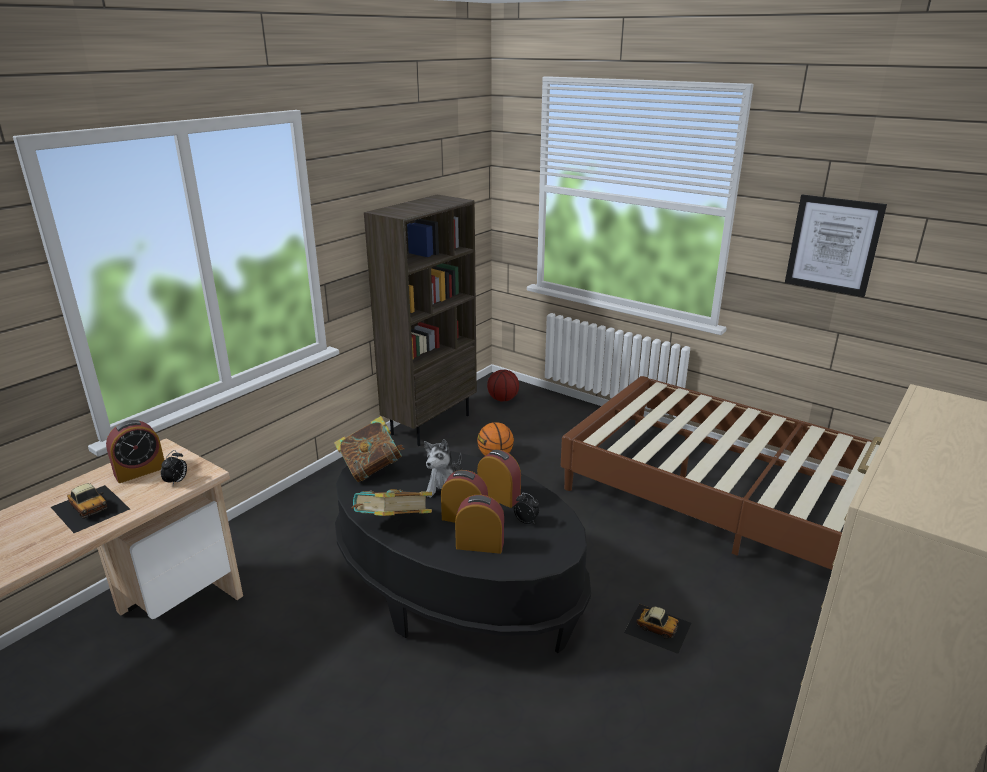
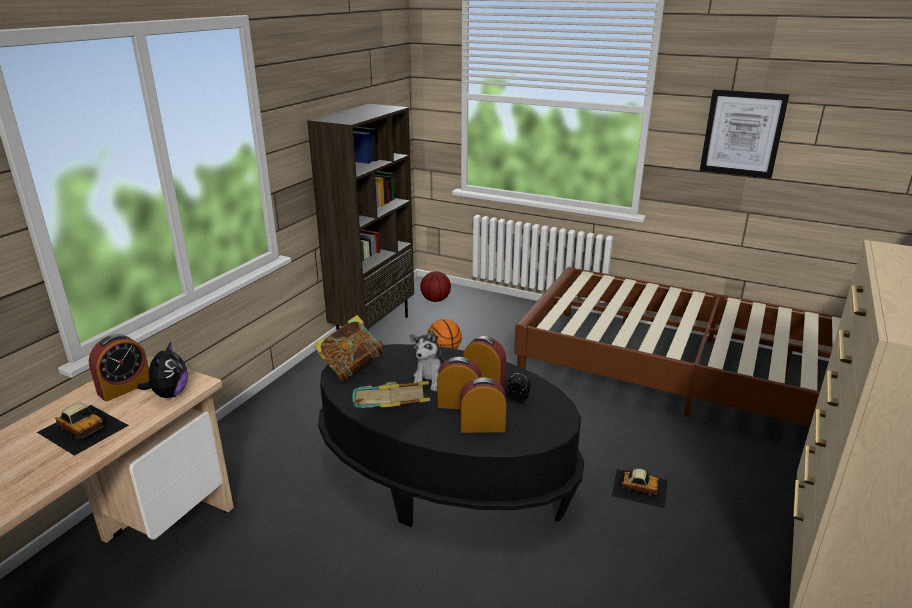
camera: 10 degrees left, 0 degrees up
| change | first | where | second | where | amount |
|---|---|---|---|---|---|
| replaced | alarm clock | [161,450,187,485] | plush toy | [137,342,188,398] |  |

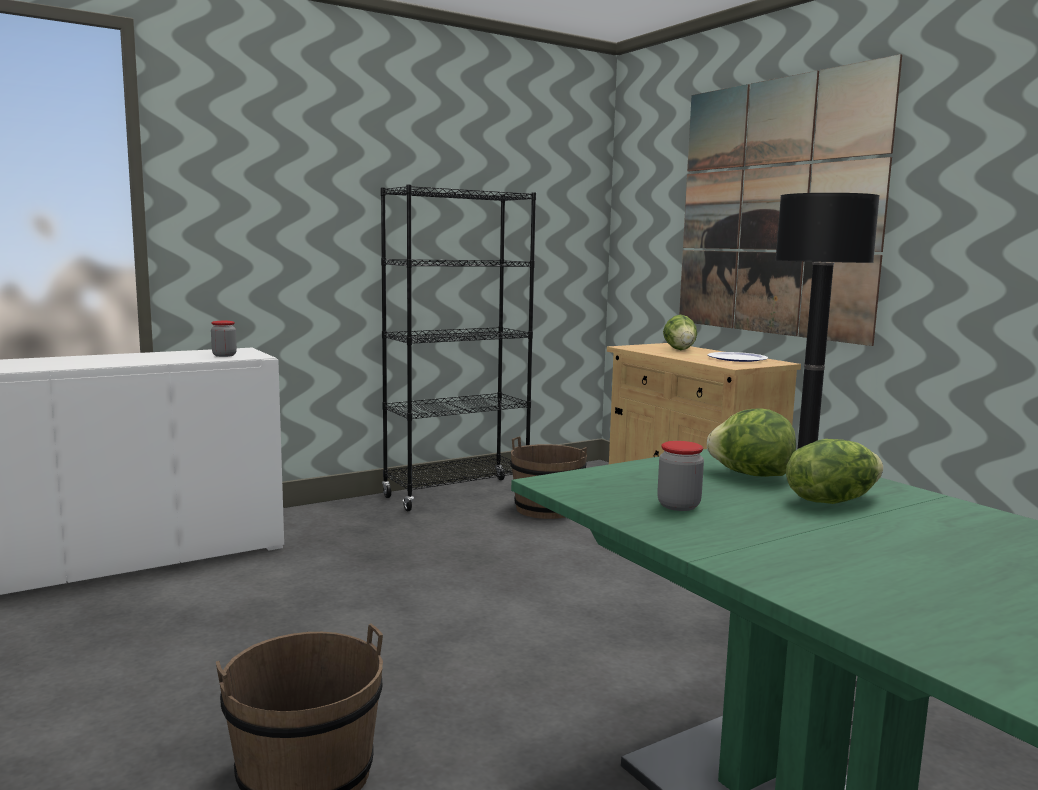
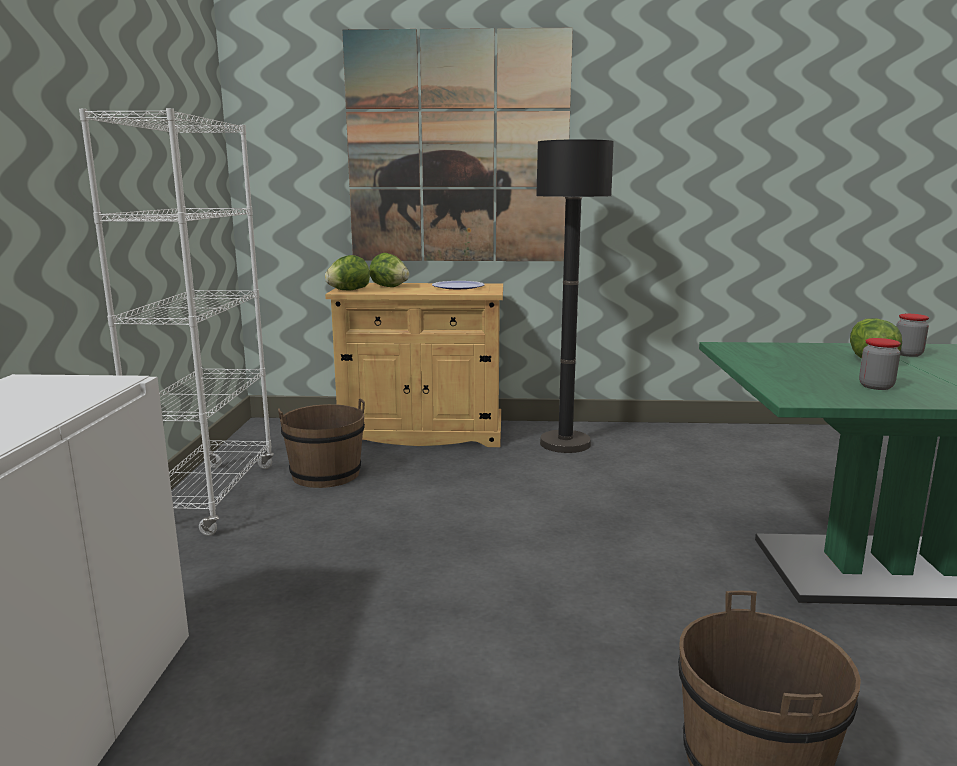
camera: 55 degrees left, 5 degrees up
| change | first | where | second | where | amount |
|---|---|---|---|---|---|
| recoloured | bookcase/black | [381,185,536,511] | bookcase/white | [79,108,274,536] |  |
| moved | jar | [211,321,237,357] |  | [896,314,929,357] |  |
| moved | lettuce | [707,408,796,477] |  | [325,255,370,290] |  |

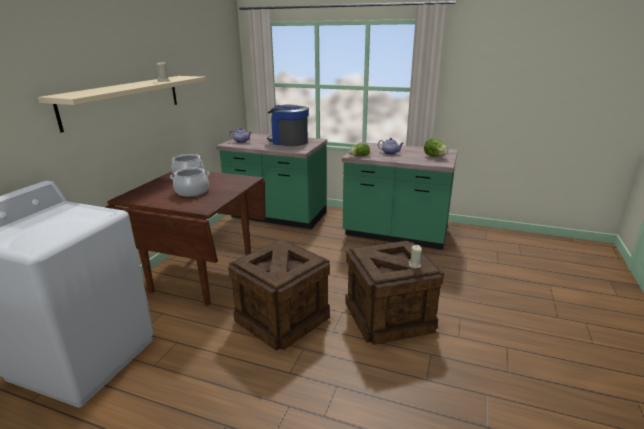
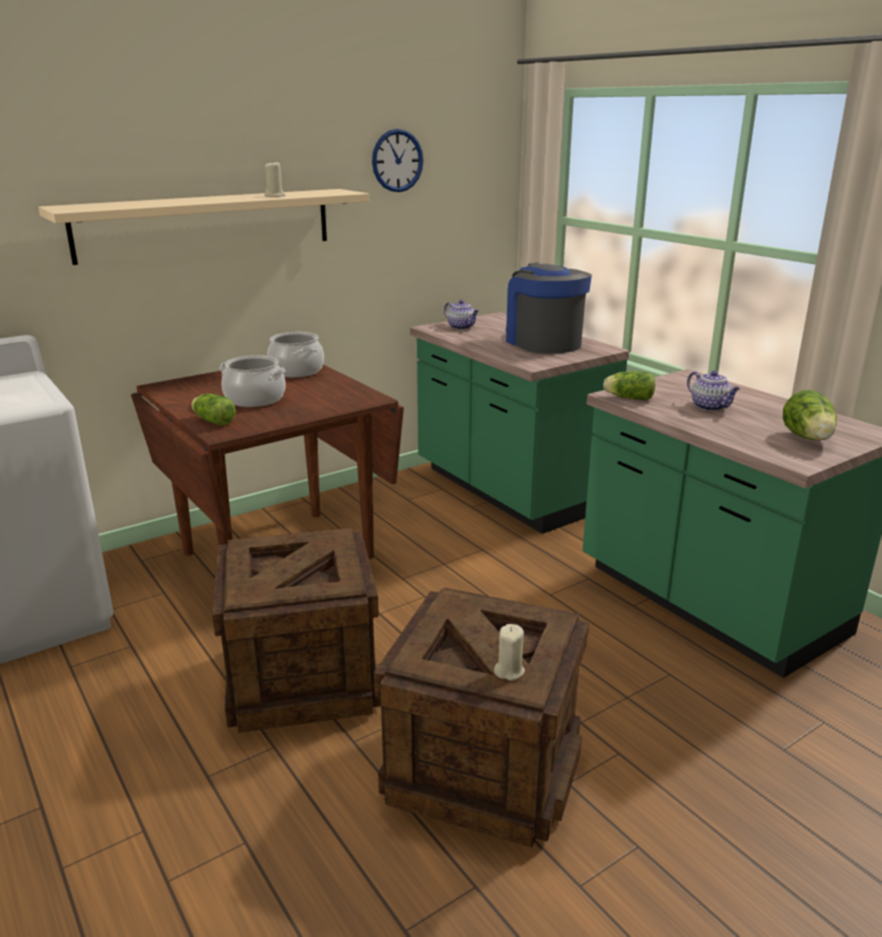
camera: 35 degrees right, 0 degrees up
| change | first | where | second | where | amount |
|---|---|---|---|---|---|
| added |  |  | wall clock | [372,129,423,192] |  |
| added |  |  | lettuce | [192,394,236,426] |  |

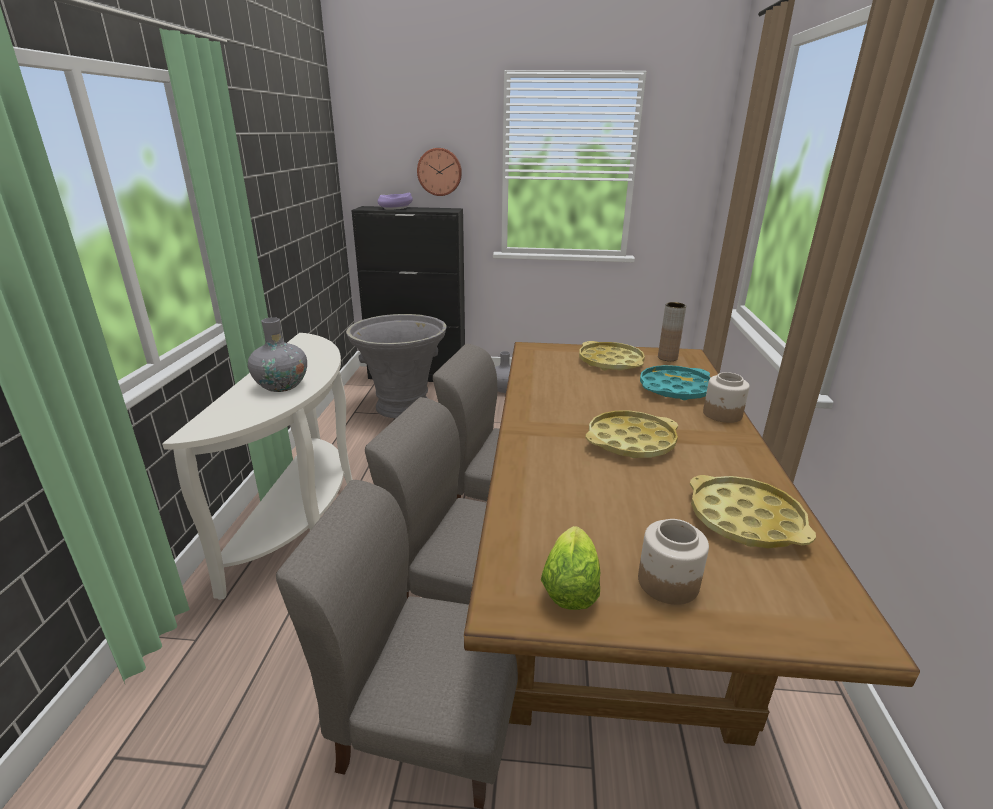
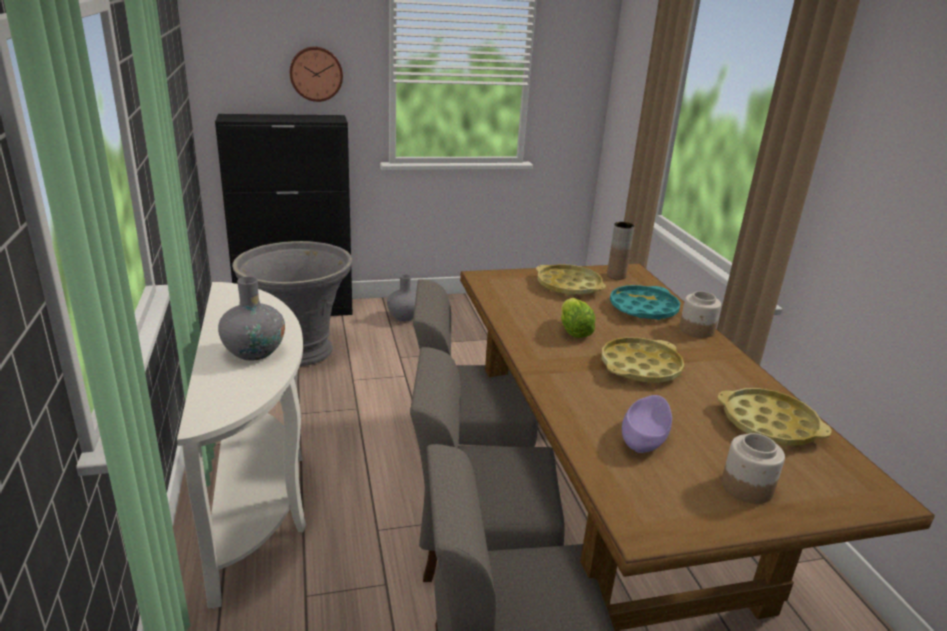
camera: 20 degrees left, 0 degrees up
| change | first | where | second | where | amount |
|---|---|---|---|---|---|
| moved | bowl/purple | [377,193,413,210] |  | [622,395,672,453] |  |
| moved | lettuce | [541,526,600,610] |  | [561,298,596,338] |  |

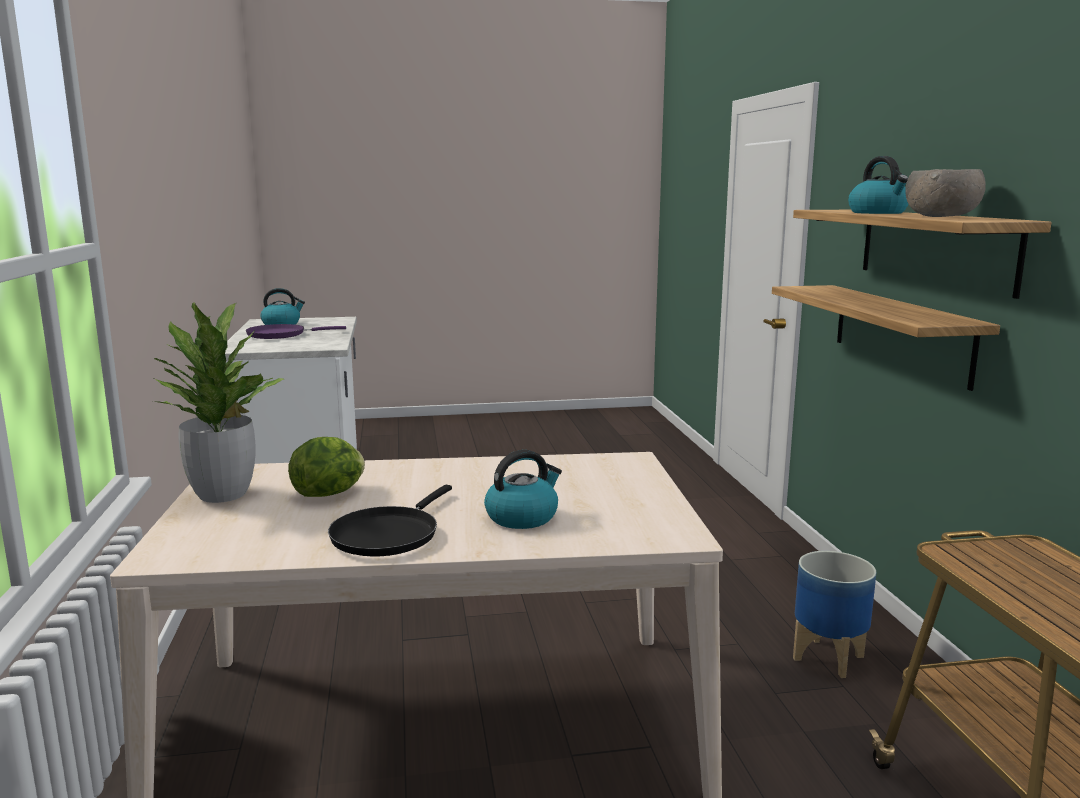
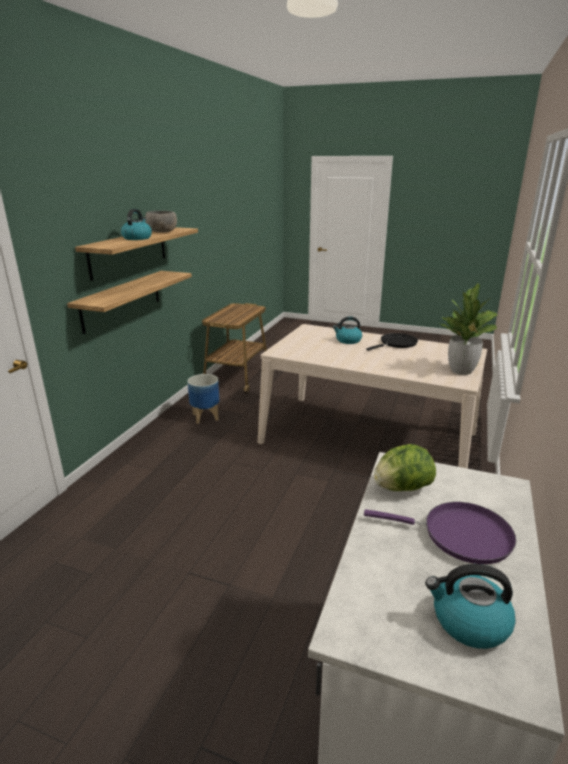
camera: 150 degrees left, 10 degrees up
| change | first | where | second | where | amount |
|---|---|---|---|---|---|
| moved | lettuce | [288,437,365,497] |  | [374,444,436,491] |  |

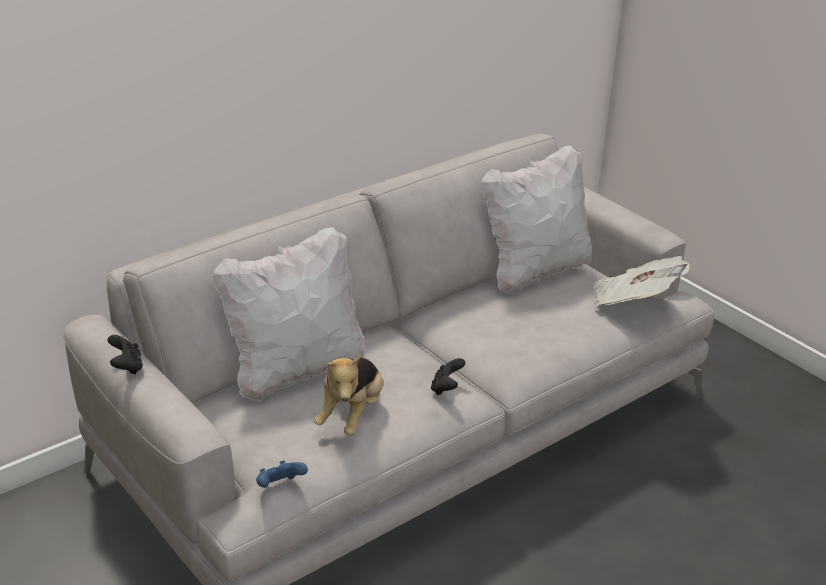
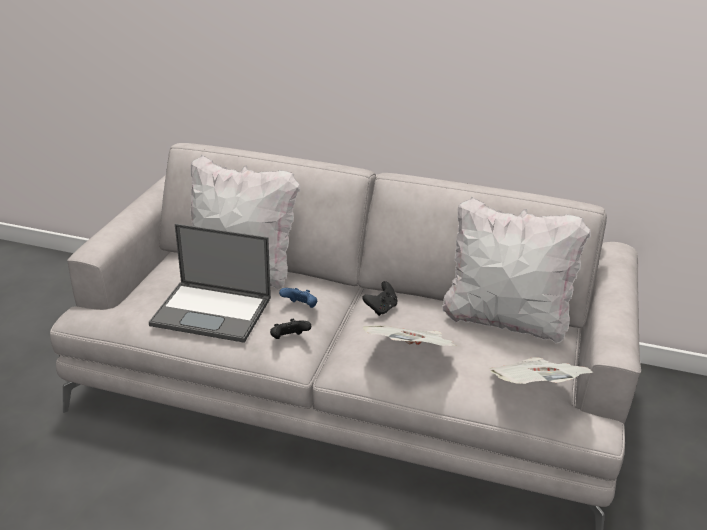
camera: 55 degrees right, 0 degrees up
| change | first | where | second | where | amount |
|---|---|---|---|---|---|
| moved | game controller/black | [107,335,143,375] |  | [362,281,397,316] |  |
| replaced | plush toy | [314,355,384,436] | laptop | [149,224,271,343] |  |
| moved | game controller/blue | [256,460,308,488] |  | [279,288,317,308] |  |
| added |  |  | newspaper | [363,325,457,346] |  |

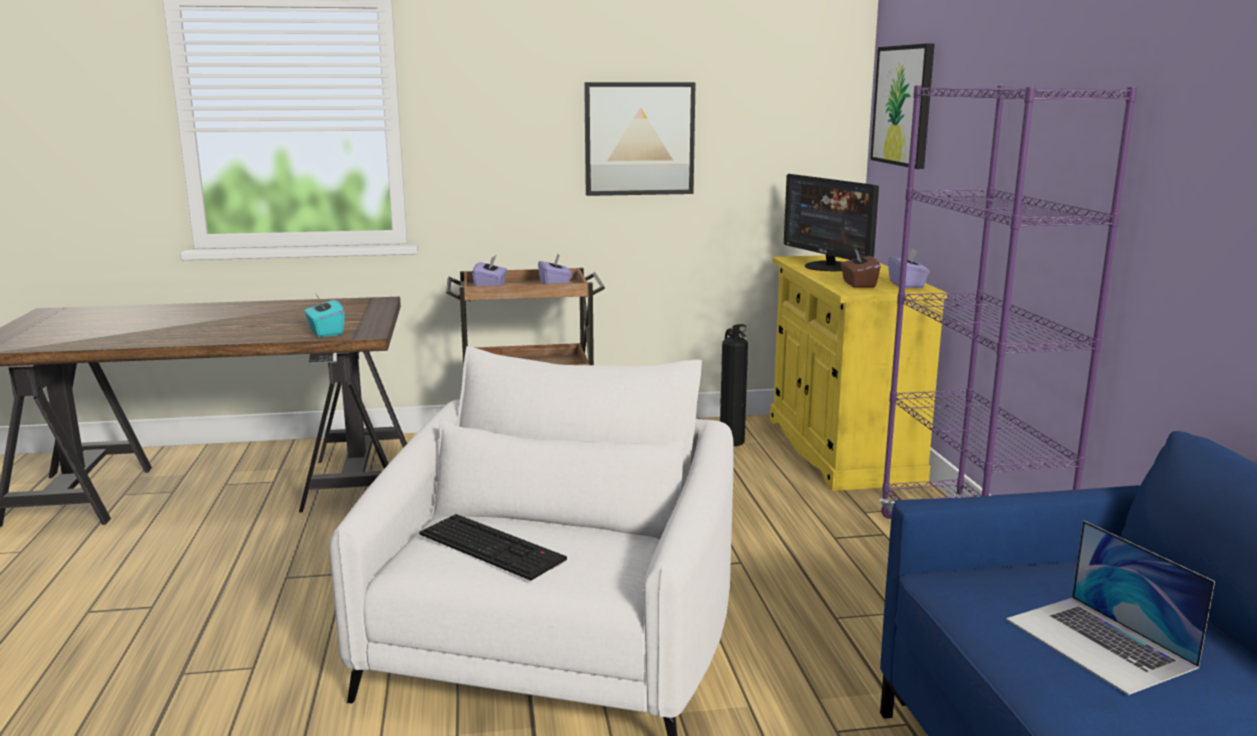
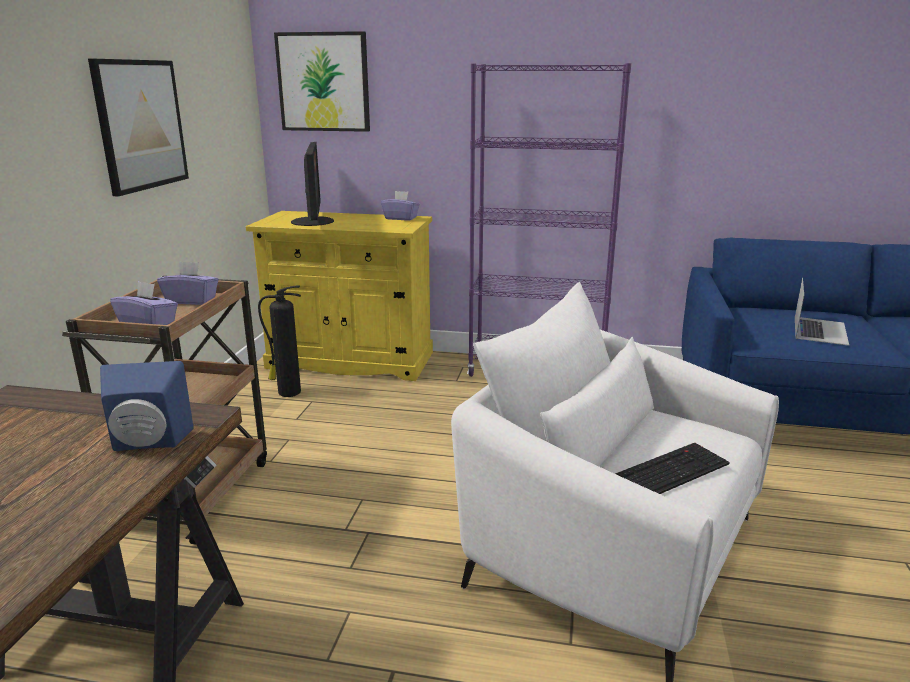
camera: 70 degrees left, 5 degrees up
| change | first | where | second | where | amount |
|---|---|---|---|---|---|
| turned | monitor | [784,174,879,271] |  | [291,142,334,226] | 90 degrees counterclockwise |
| removed | tissue box/brown | [841,249,881,288] |  |  |  |
| replaced | tissue box/turquoise | [304,294,345,337] | speaker/blue | [100,361,194,451] |  |
| turned | laptop | [1006,521,1215,695] |  | [795,277,849,346] | 60 degrees counterclockwise |

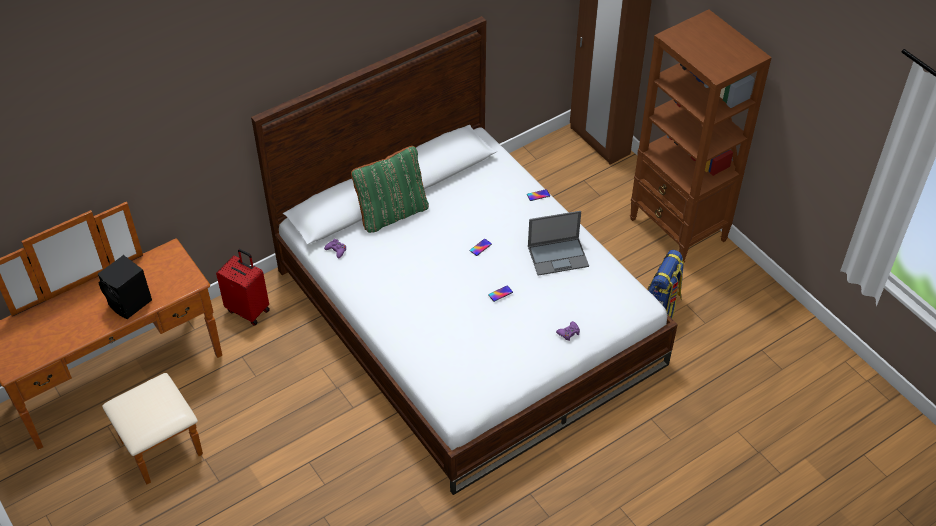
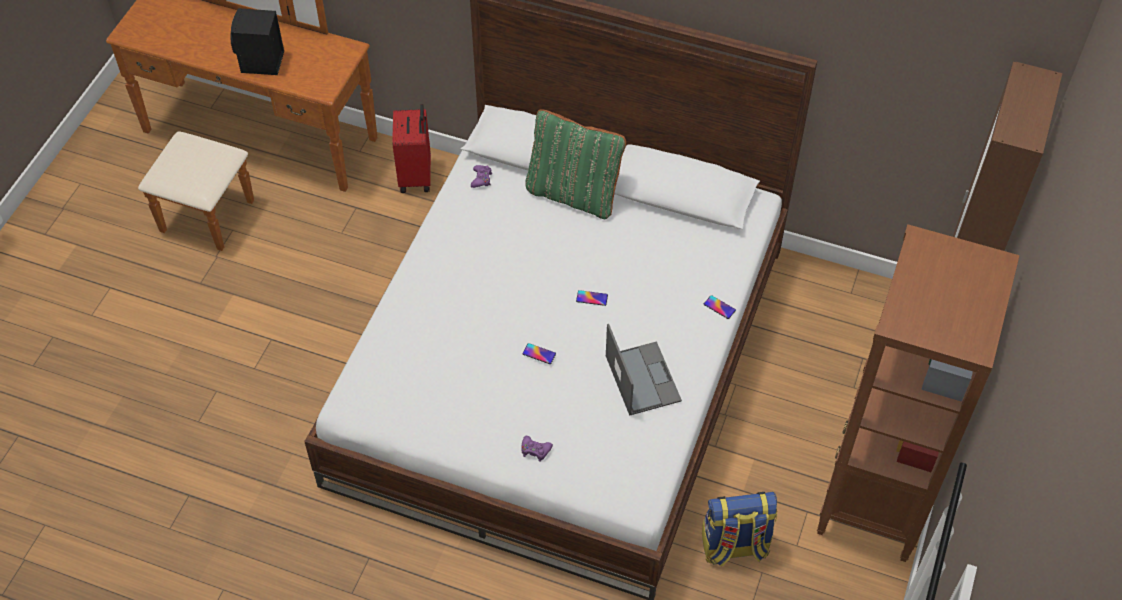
camera: 55 degrees right, 5 degrees up
| change | first | where | second | where | amount |
|---|---|---|---|---|---|
| turned | laptop | [528,211,589,276] |  | [606,324,682,416] | 150 degrees counterclockwise |

